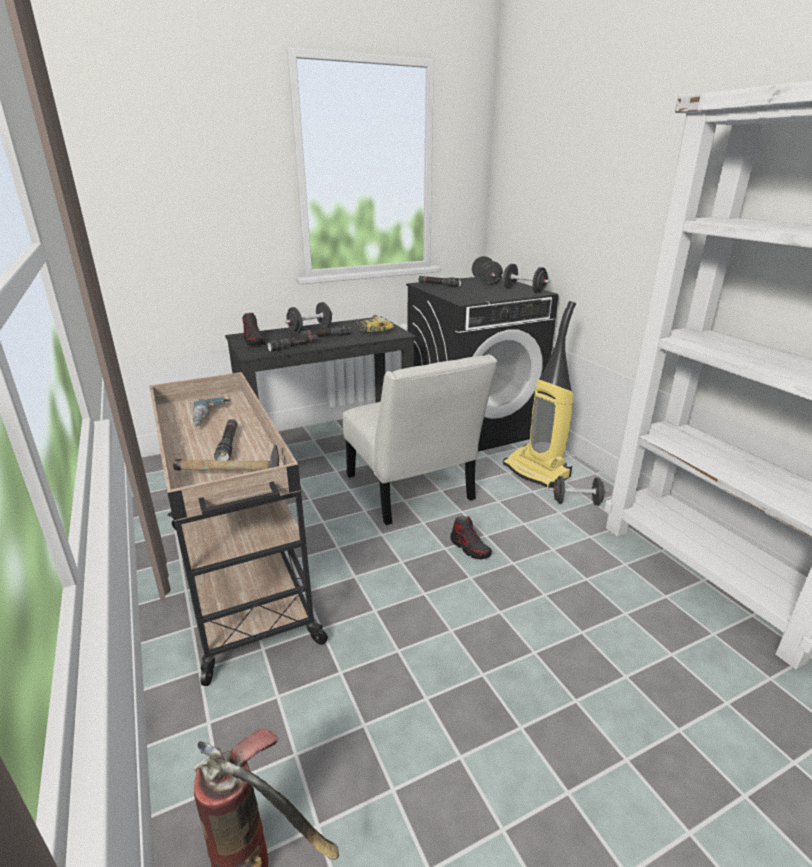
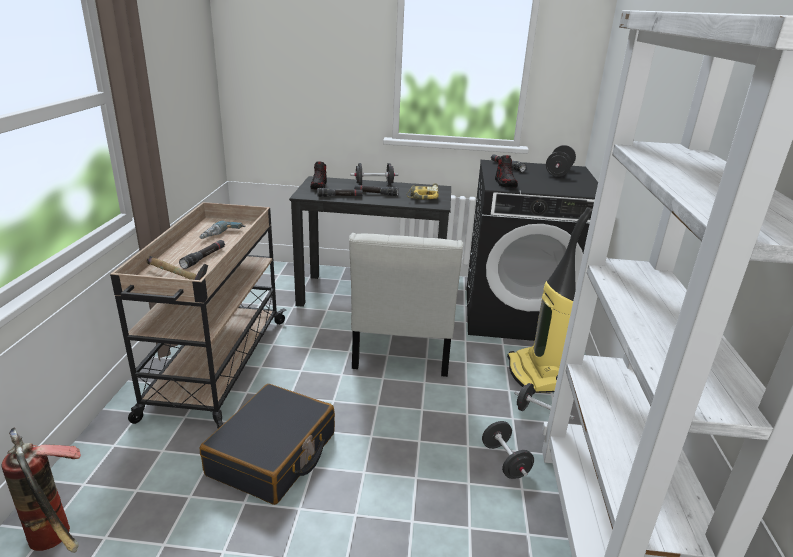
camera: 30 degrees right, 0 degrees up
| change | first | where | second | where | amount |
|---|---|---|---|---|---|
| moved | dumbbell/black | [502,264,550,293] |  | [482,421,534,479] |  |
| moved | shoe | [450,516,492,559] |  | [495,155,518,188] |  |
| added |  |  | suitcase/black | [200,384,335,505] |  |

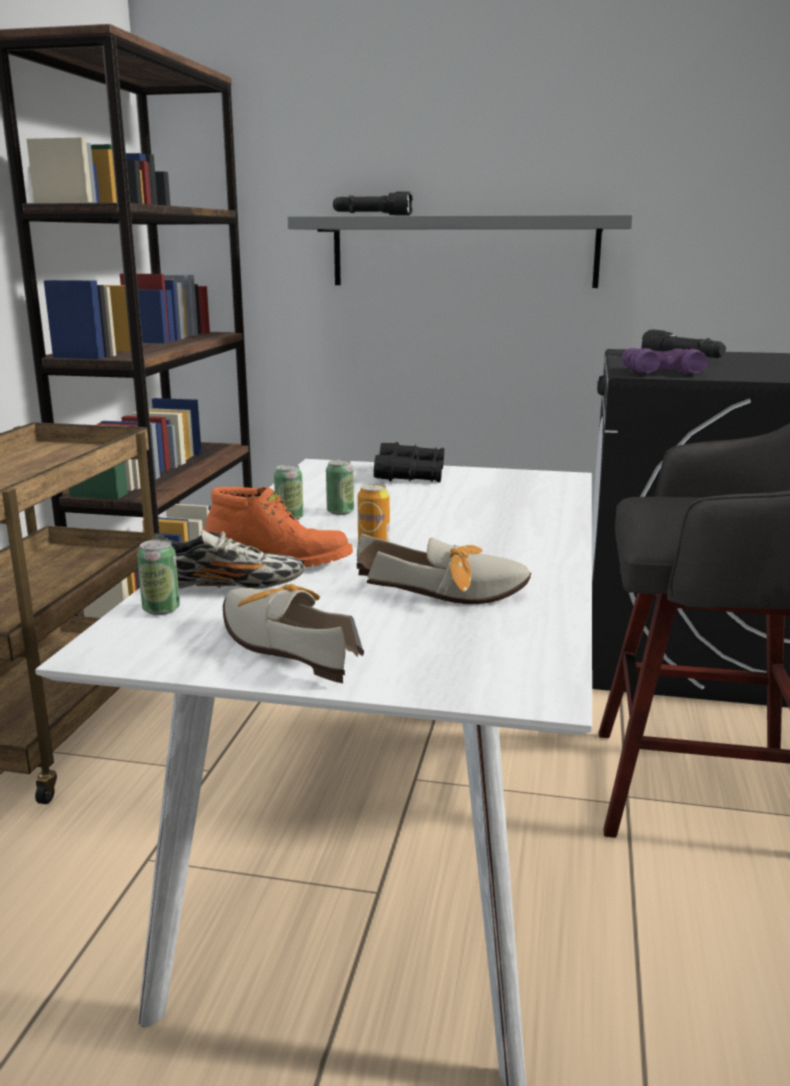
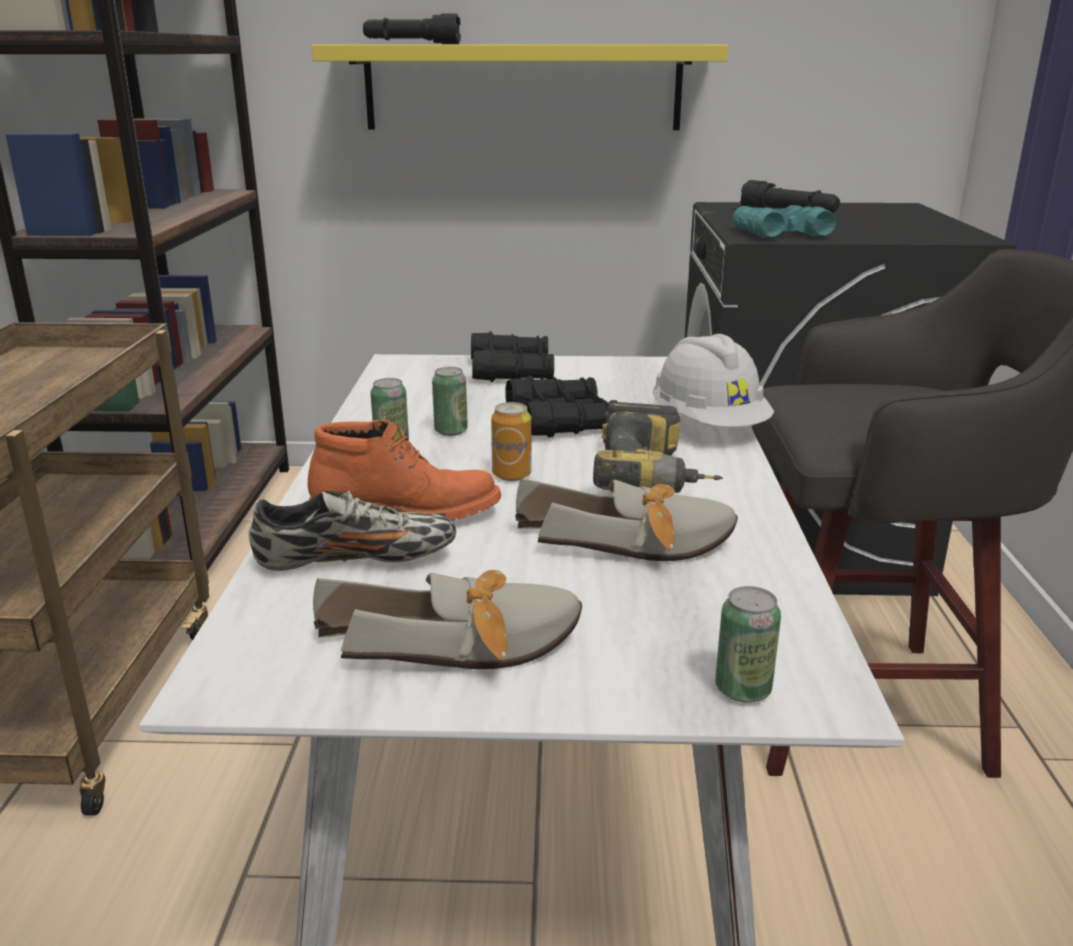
camera: 10 degrees left, 5 degrees up
| change | first | where | second | where | amount |
|---|---|---|---|---|---|
| recoloured | shelf/grey | [288,214,633,288] | shelf/yellow | [311,44,728,130] |  |
| recoloured | binoculars/purple | [622,348,708,374] | binoculars/turquoise | [733,205,836,237] |  |
| moved | can | [137,539,180,615] |  | [715,586,781,703] |  |
| turned | shoe | [223,584,364,683] |  | [313,570,582,669] | 135 degrees clockwise |
| added |  |  | hard hat/white | [653,334,774,427] |  |
| added |  |  | binoculars/black | [505,376,617,438] |  |
| added |  |  | power drill | [593,402,723,493] |  |

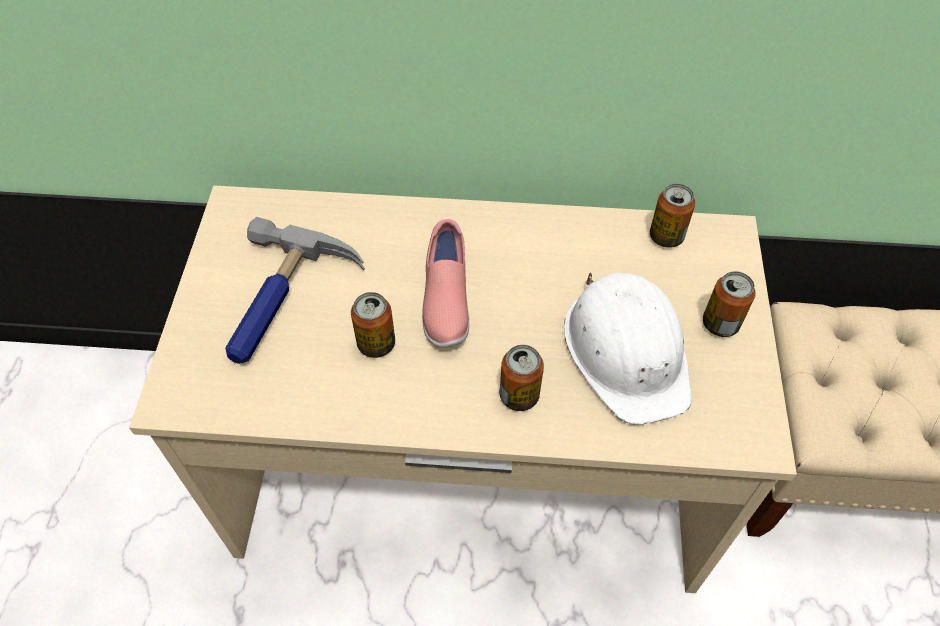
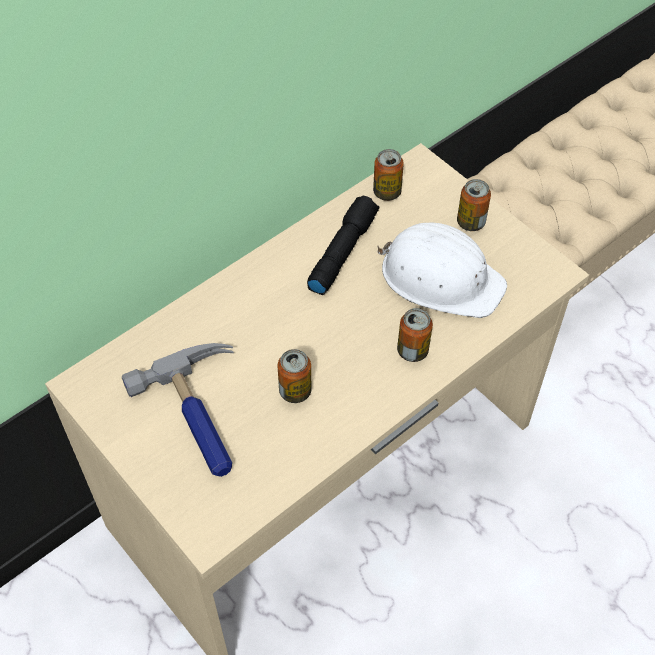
camera: 45 degrees left, 0 degrees up
| change | first | where | second | where | amount |
|---|---|---|---|---|---|
| removed | shoe/pink | [422,219,469,348] |  |  |  |
| added |  |  | flashlight/black | [307,196,379,295] |  |

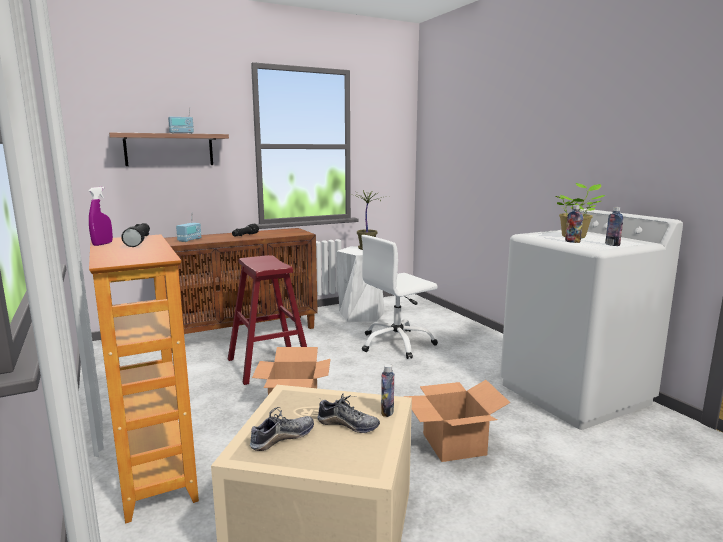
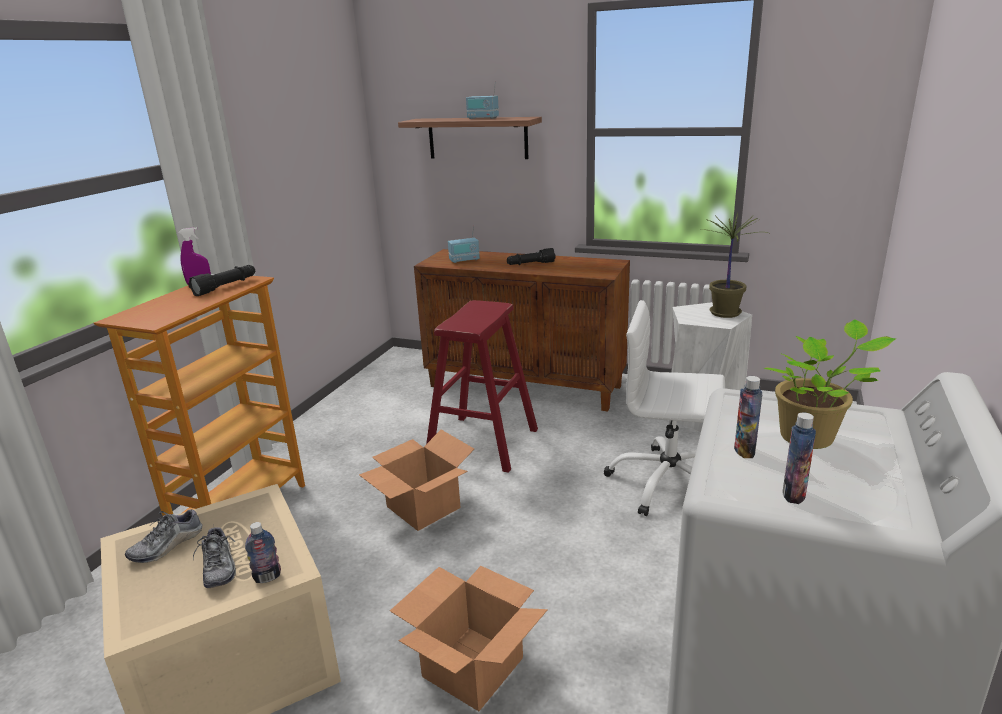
camera: 50 degrees right, 10 degrees up
| change | first | where | second | where | amount |
|---|---|---|---|---|---|
| turned | shoe | [250,407,314,451] |  | [125,506,202,563] | 120 degrees clockwise |

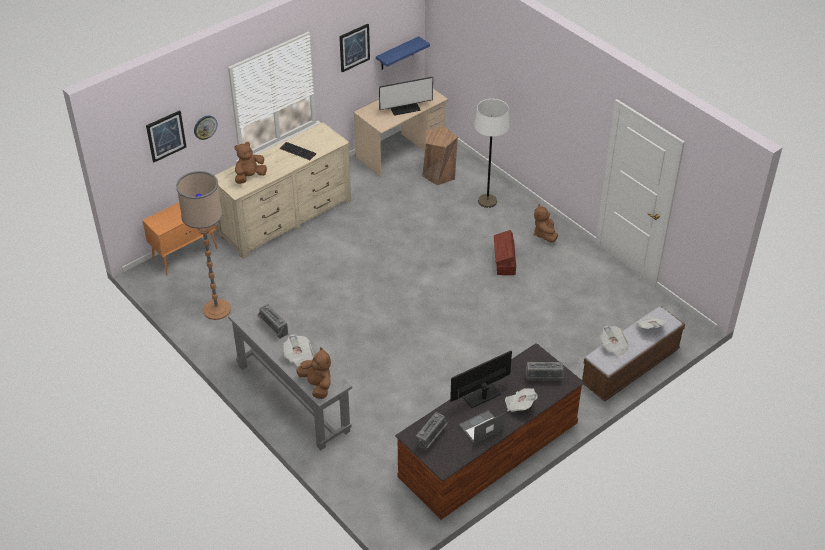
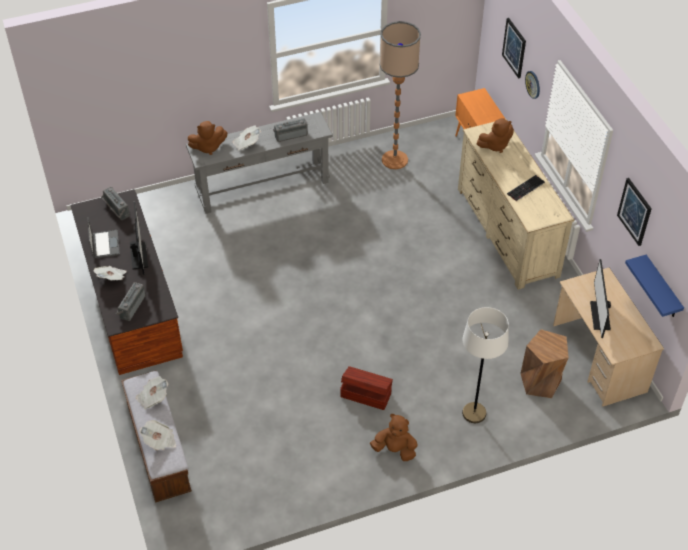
camera: 110 degrees right, 5 degrees up
| change | first | where | second | where | amount |
|---|---|---|---|---|---|
| turned | plush toy/brown | [234,142,267,184] |  | [477,118,514,153] | 90 degrees clockwise |

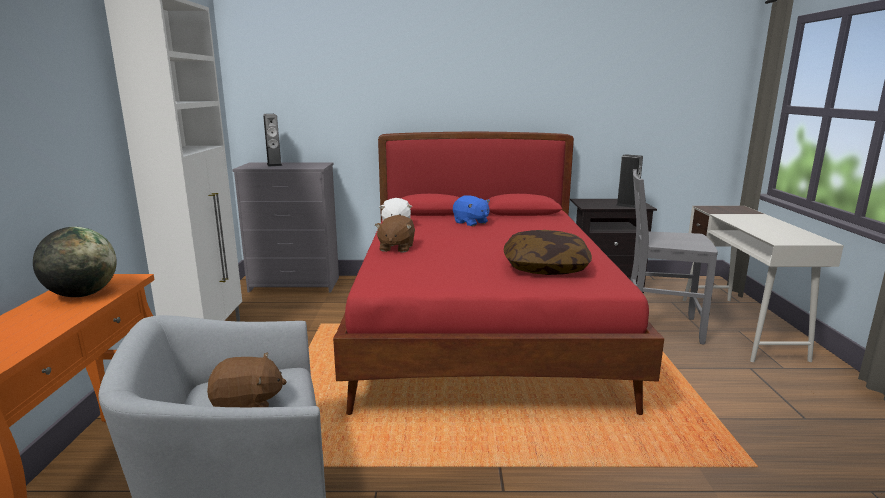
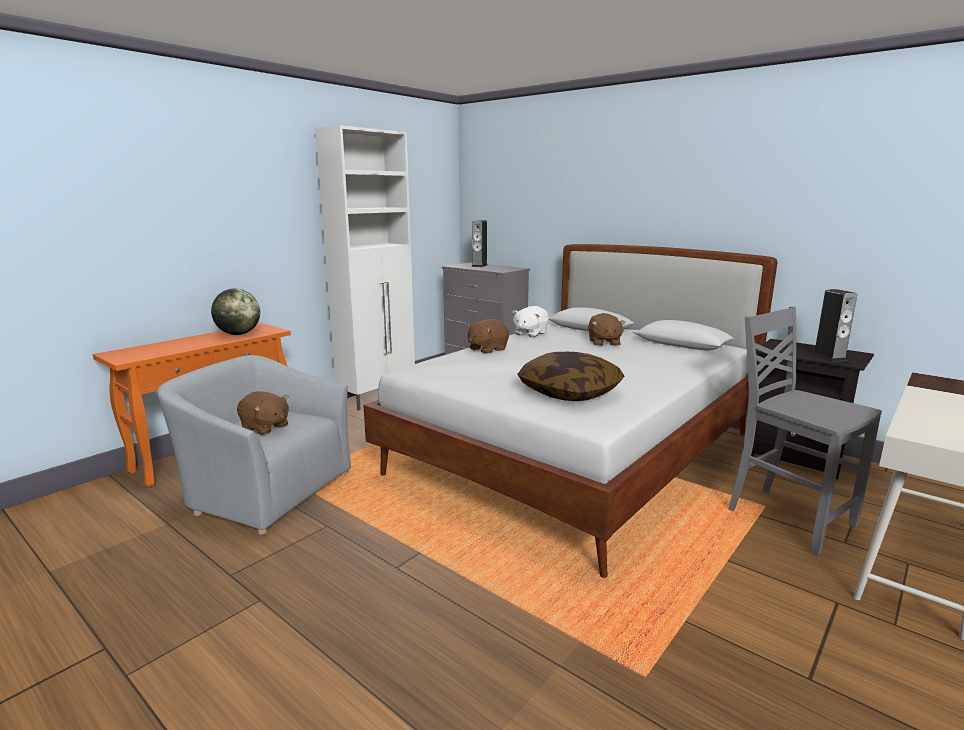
camera: 40 degrees right, 0 degrees up
| change | first | where | second | where | amount |
|---|---|---|---|---|---|
| recoloured | bed/red | [333,132,664,415] | bed/white | [363,244,778,578] |  |
| recoloured | plush toy/blue | [453,195,490,226] | plush toy/brown | [588,313,626,346] |  |

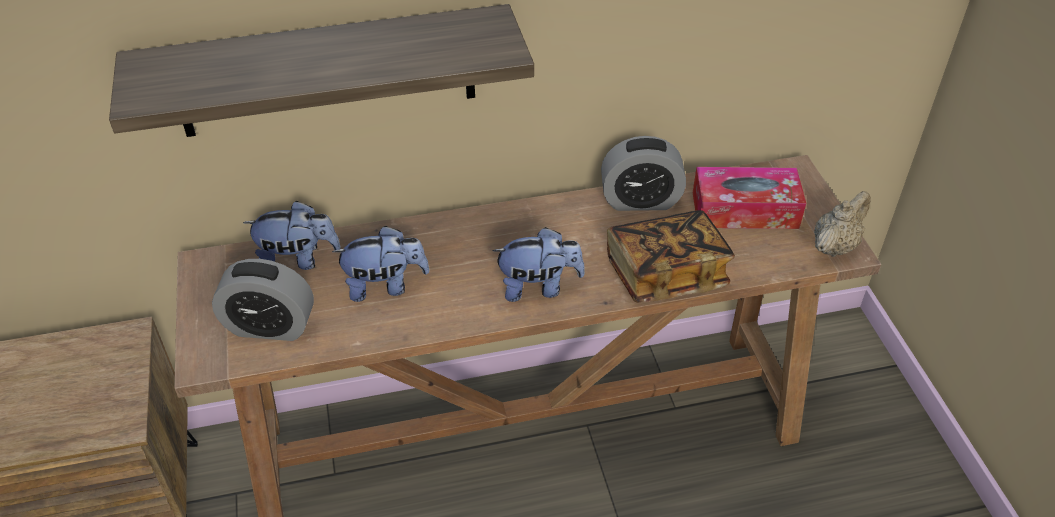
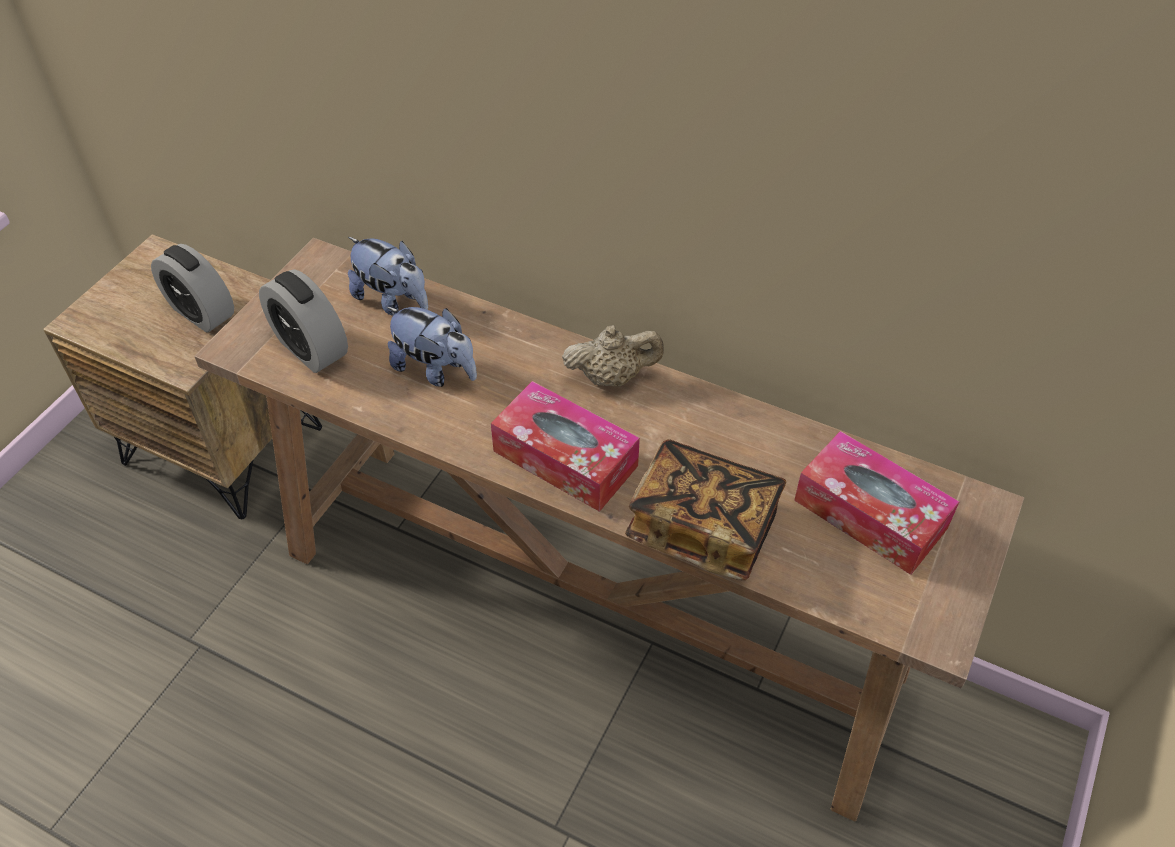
camera: 40 degrees right, 5 degrees up
| change | first | where | second | where | amount |
|---|---|---|---|---|---|
| removed | shelf | [109,4,534,137] |  |  |  |
| moved | alarm clock | [601,136,686,211] |  | [151,244,234,333] |  |
| moved | teapot/beige | [814,191,871,257] |  | [562,325,664,386] |  |
| replaced | plush toy | [492,227,585,302] | tissue box | [491,381,640,512] |  |

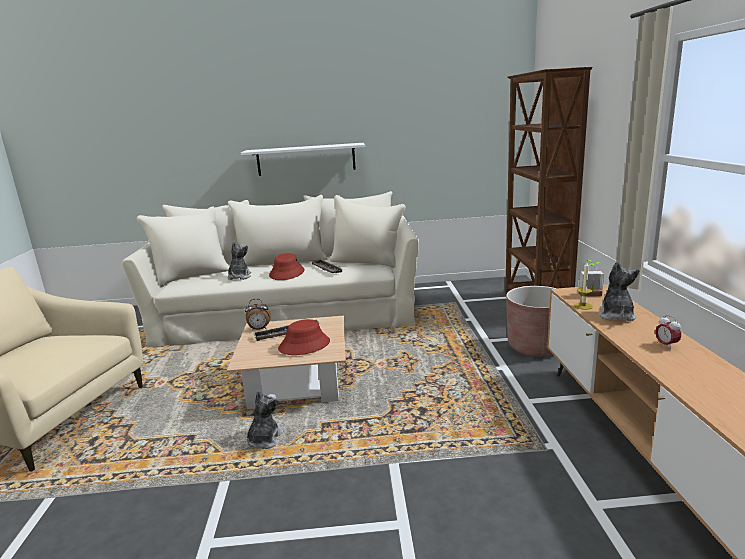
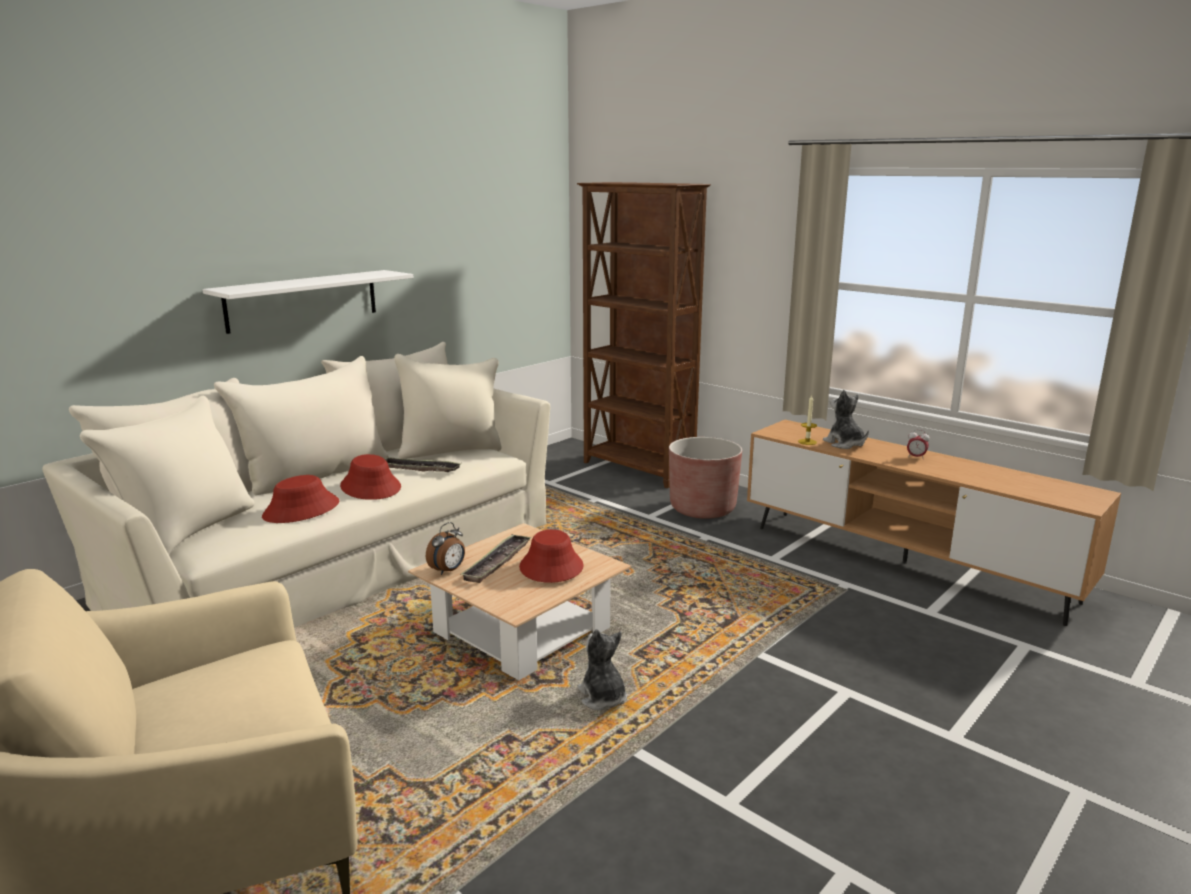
camera: 45 degrees left, 0 degrees up
| change | first | where | second | where | amount |
|---|---|---|---|---|---|
| replaced | plush toy | [228,241,251,280] | hat/red | [262,475,339,523] |  |
| removed | potted plant | [579,260,604,297] |  |  |  |

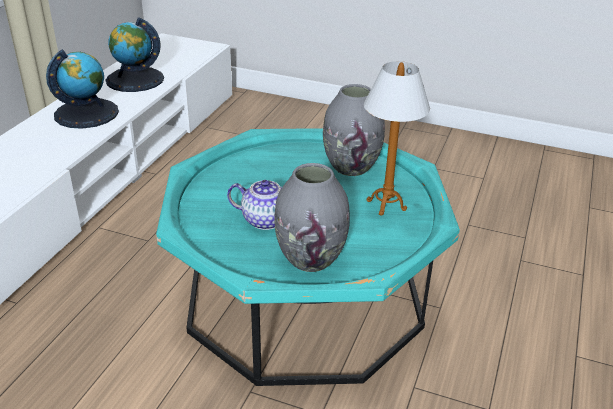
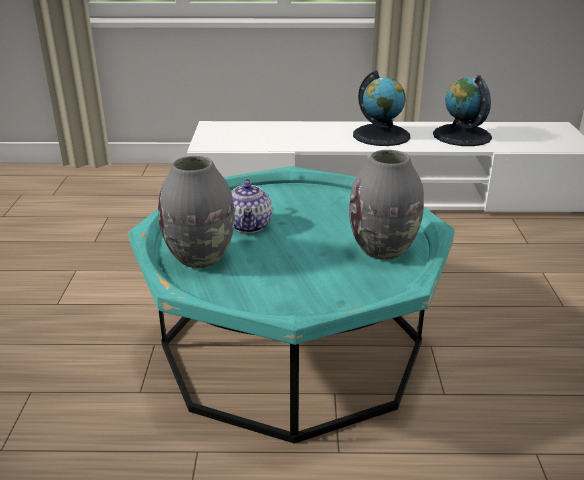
camera: 70 degrees right, 5 degrees down
| change | first | where | second | where | amount |
|---|---|---|---|---|---|
| removed | table lamp | [364,61,430,216] |  |  |  |

